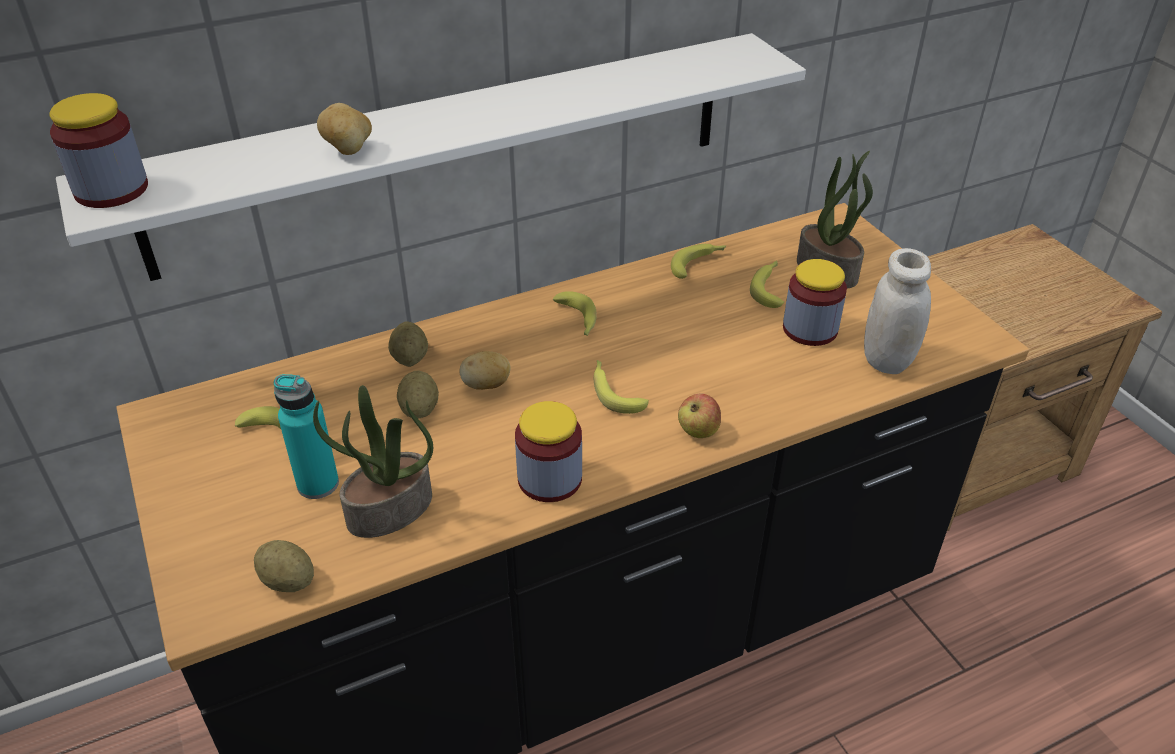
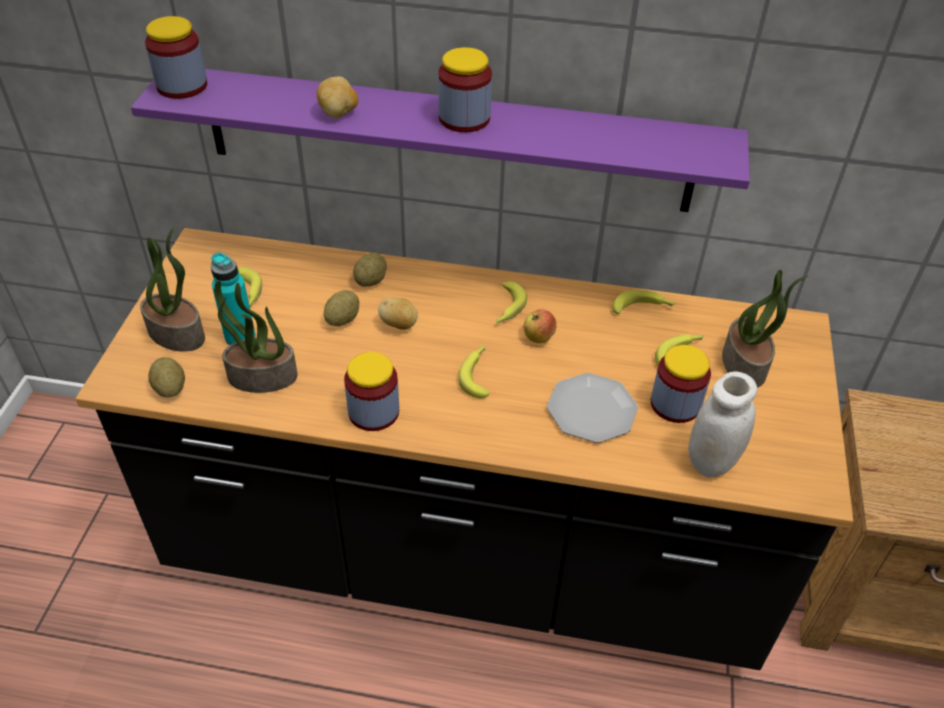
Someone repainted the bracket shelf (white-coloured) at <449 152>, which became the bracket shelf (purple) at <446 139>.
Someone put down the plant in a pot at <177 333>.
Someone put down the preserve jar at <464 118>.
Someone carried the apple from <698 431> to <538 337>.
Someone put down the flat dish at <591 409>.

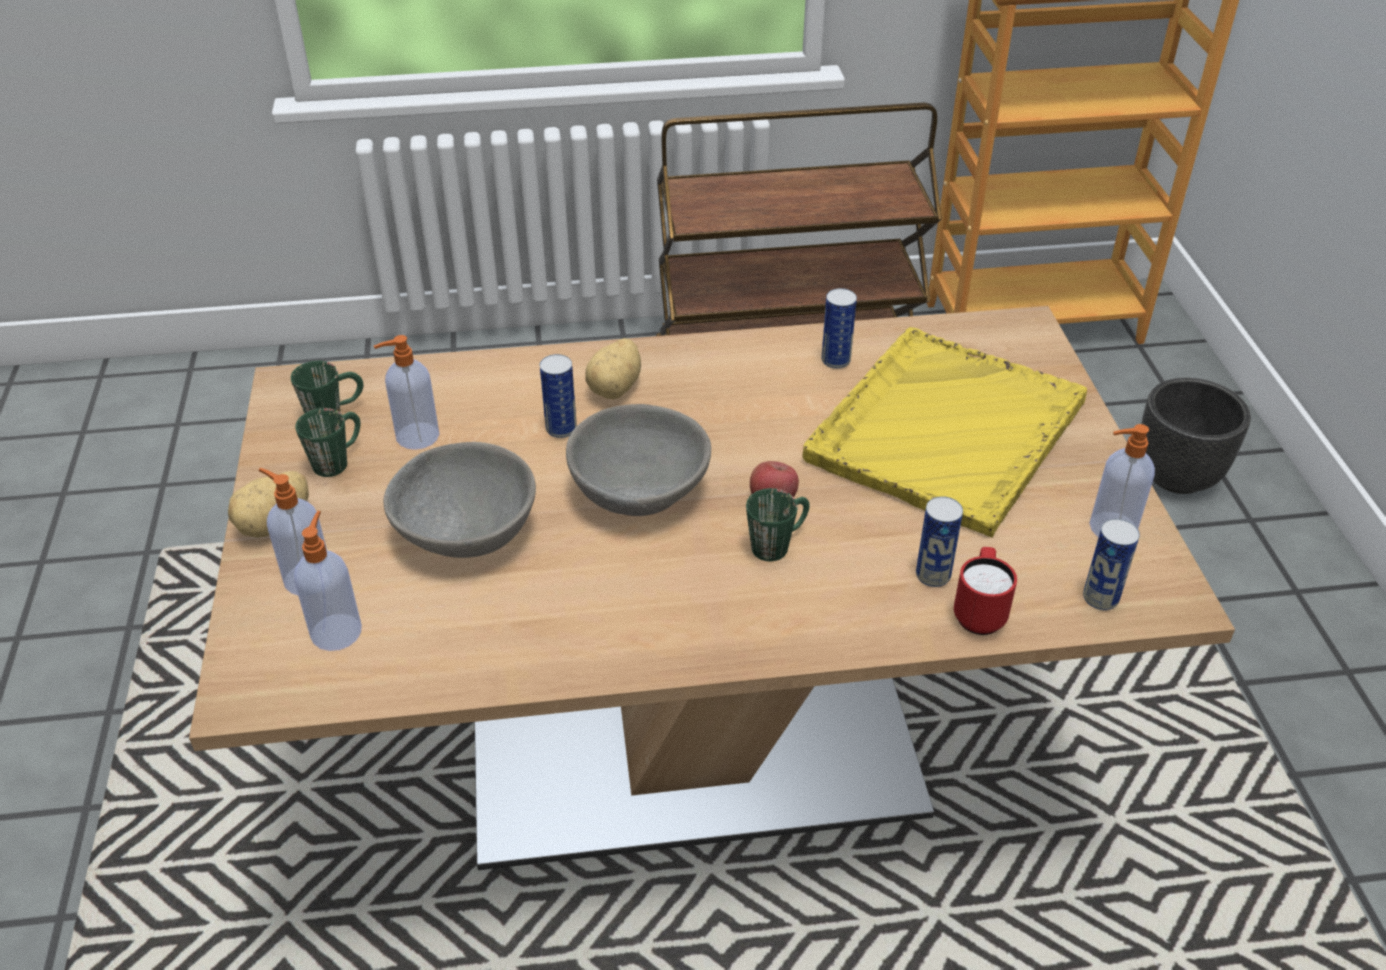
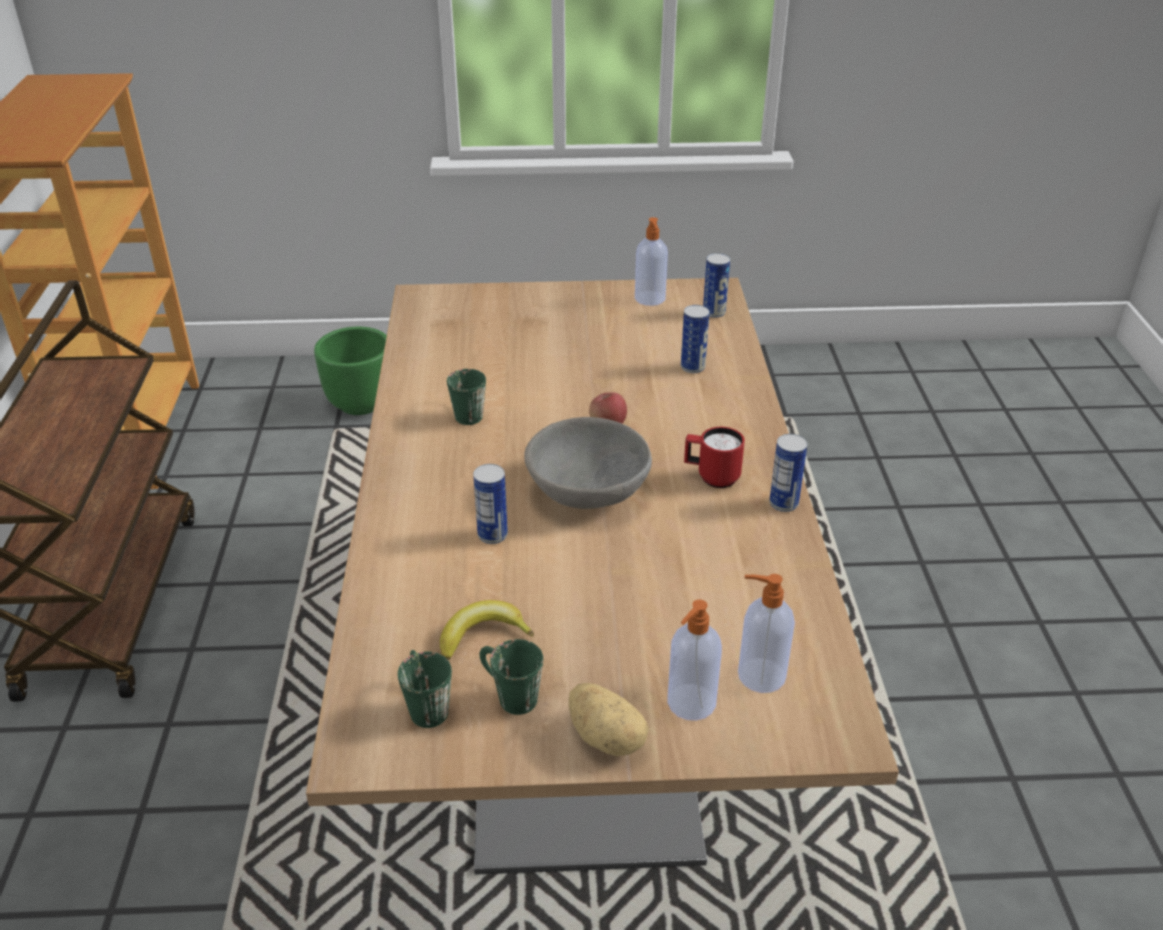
Someone repainted the planter (black) at <1176 475>, which became the planter (greenish) at <359 404>.
Someone swapped the soap dispenser at <416 436> for the banana at <482 635>.
Someone carried the mug (greenish) from <778 543> to <464 413>.
Someone carried the mug (red-coloured) from <979 612> to <711 477>.
Someone carried the sealed can from <835 360> to <783 503>.
Someone took away the serving bowl (gray) at <464 532>.
Someone took away the potato at <616 388>.
Someone took away the serving tray (yellow) at <944 432>.

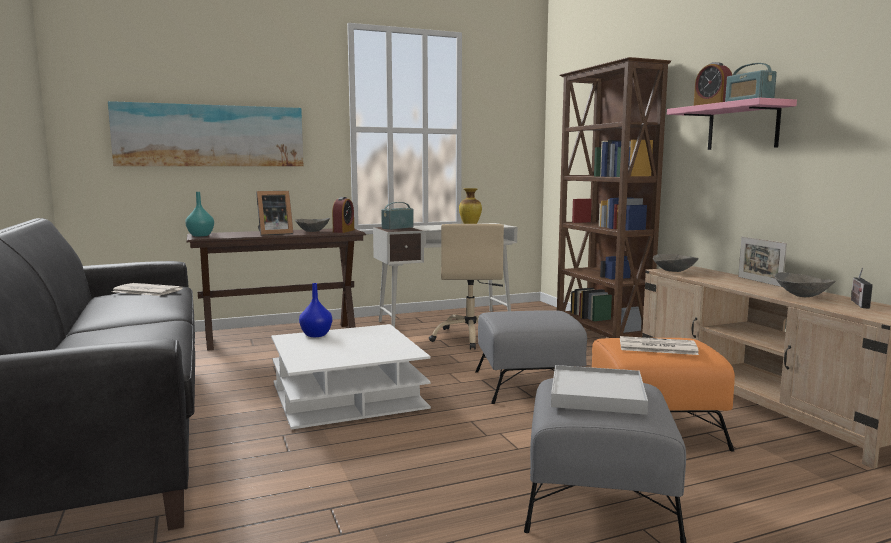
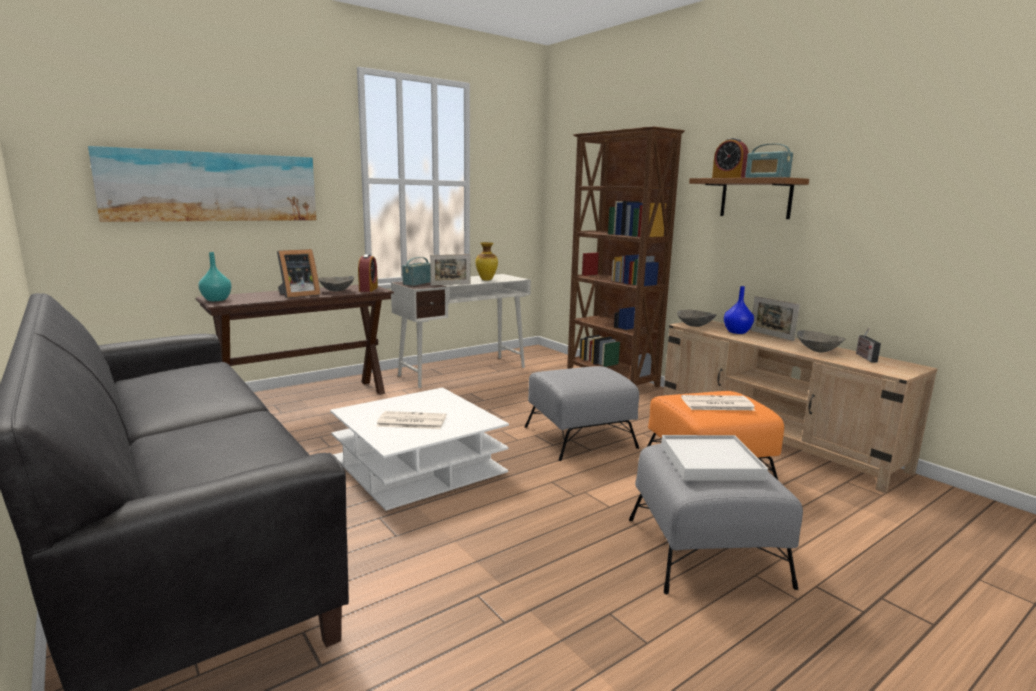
Someone carried the printed paper from <146 290> to <411 421>.
Someone put down the photo frame at <450 284>.
Someone repainted the bracket shelf (pink) at <742 127>, which became the bracket shelf (brown-coloured) at <755 198>.
Someone carried the flower vase (blue) from <317 335> to <737 332>.
Someone took away the computer chair (beige-coloured) at <470 337>.

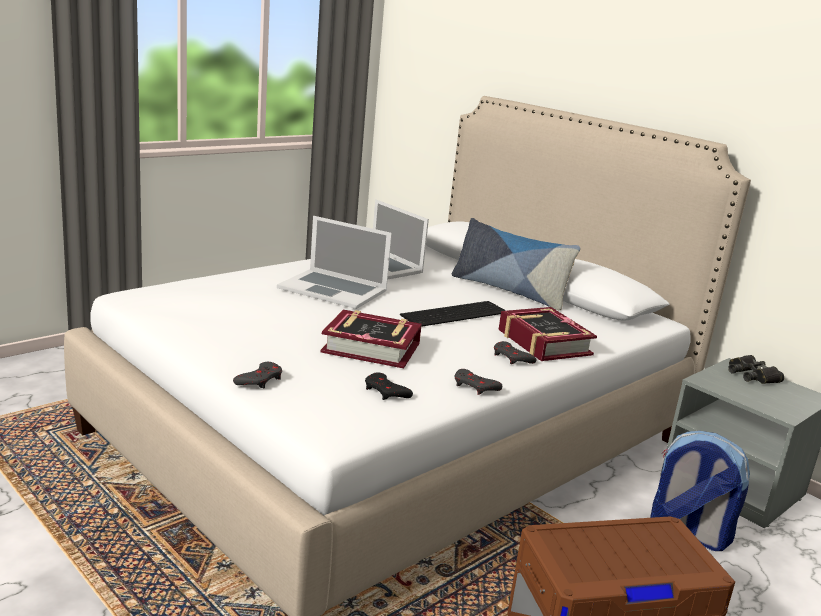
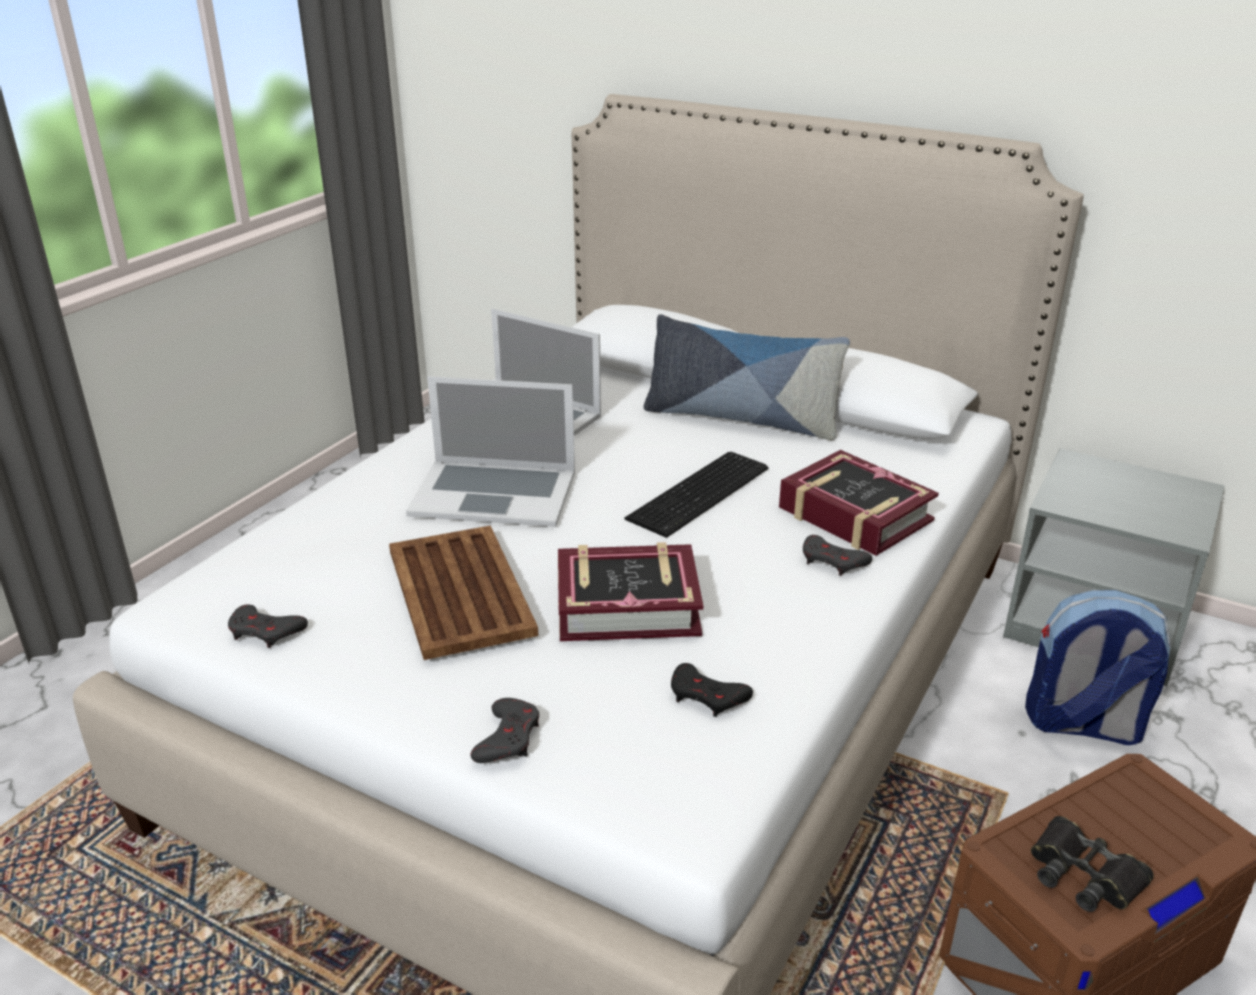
Someone carried the game controller (gray) from <475 386> to <265 631>.
Someone put down the serving tray (brown-coloured) at <460 593>.
Someone carried the pair of binoculars (black) from <751 375> to <1084 874>.

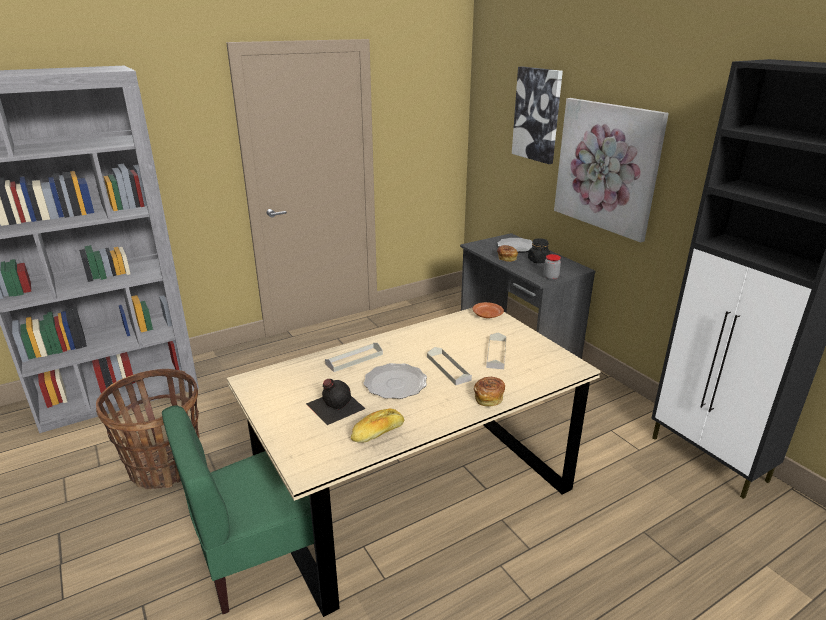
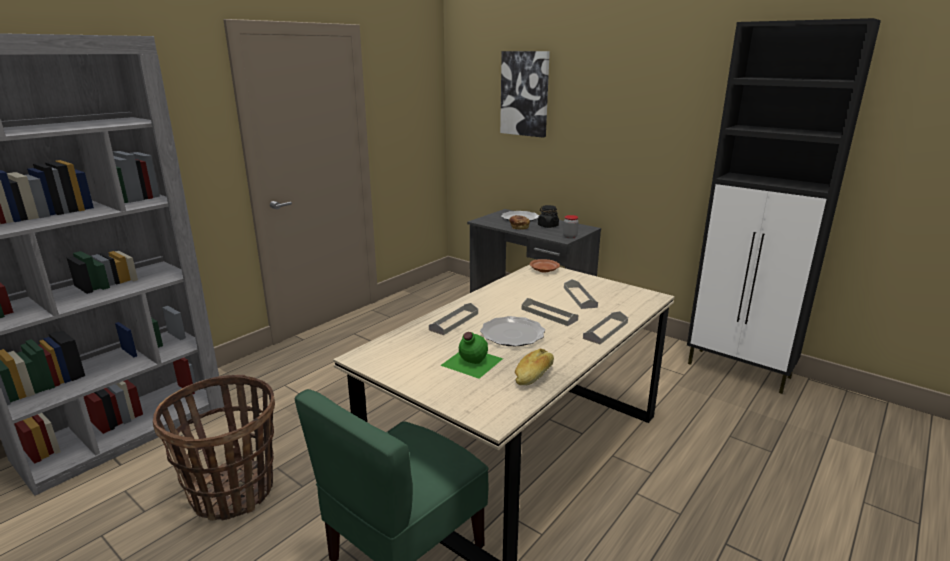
Someone repainted the beverage bottle (black) at <334 406>, which became the beverage bottle (greenish) at <471 362>.
Someone swapped the bread at <489 398> for the serving tray (gray) at <605 330>.
Someone took away the picture at <606 167>.

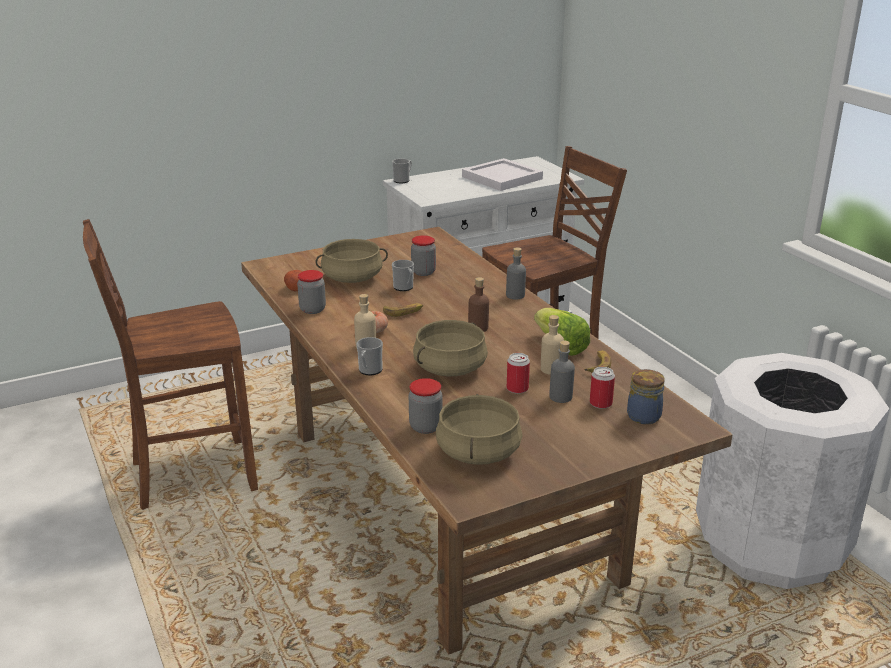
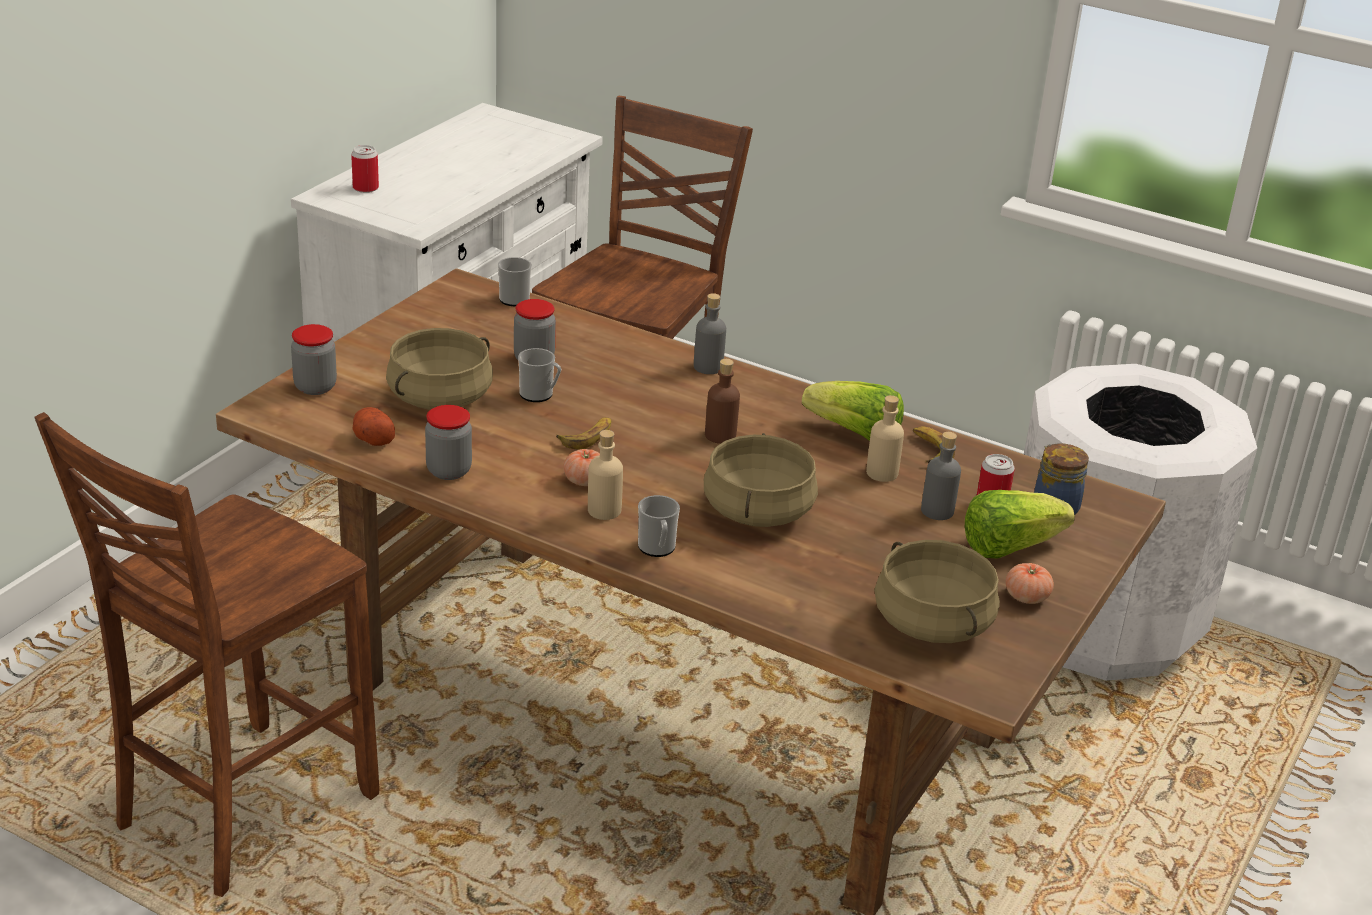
Someone carried the preserve jar from <425 427> to <315 387>.
Someone carried the sealed can from <517 389> to <365 188>.
Someone carried the mug from <403 180> to <516 298>.
Someone put down the lettuce head at <1009 546>.
Someone put down the fresh tomato at <1026 597>.
Someone took away the serving tray (white-coloured) at <500 178>.

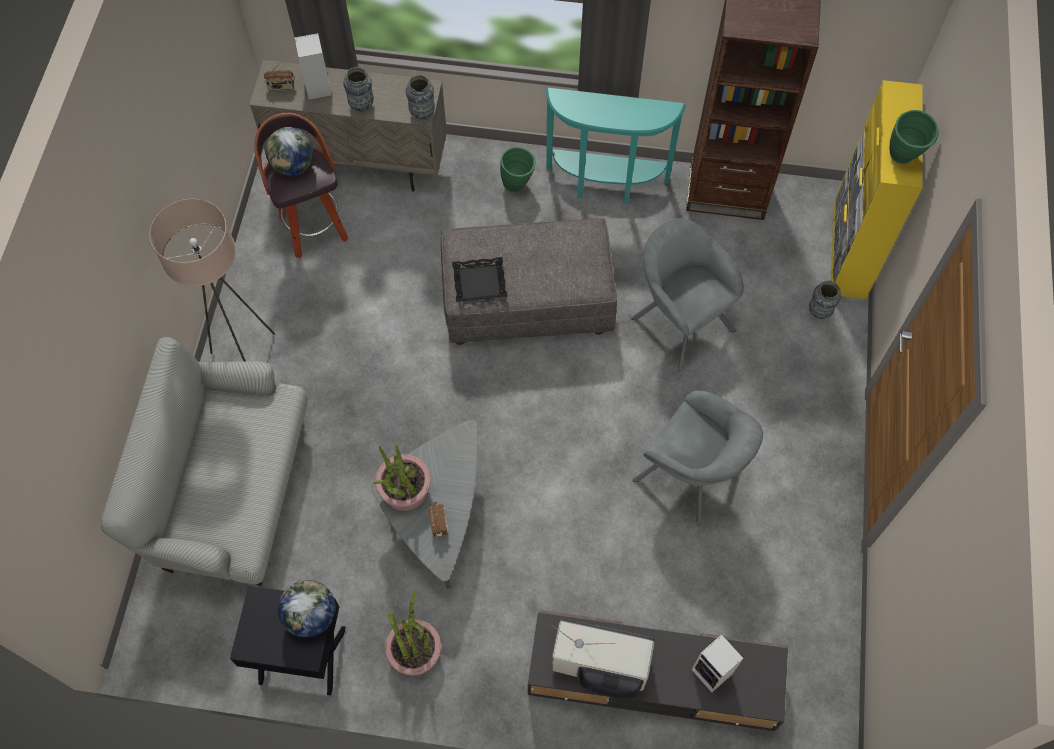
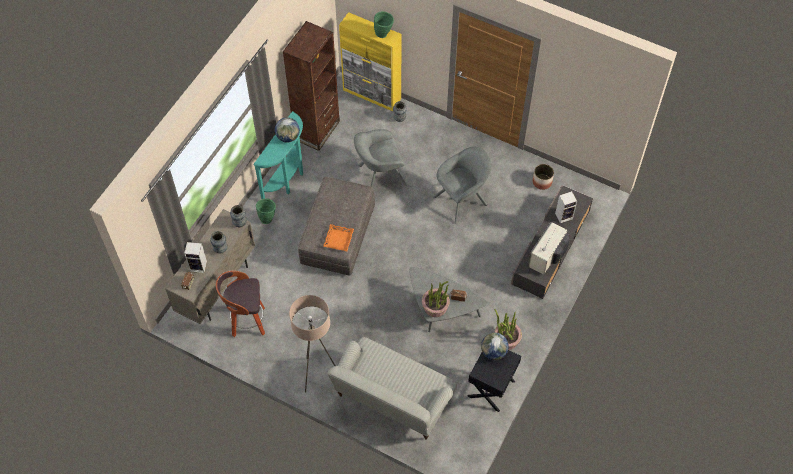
Someone carried the world globe from <293 165> to <288 137>.
Someone repainted the serving tray (black) at <479 282>, which became the serving tray (orange) at <338 239>.
Someone put down the planter at <542 182>.

